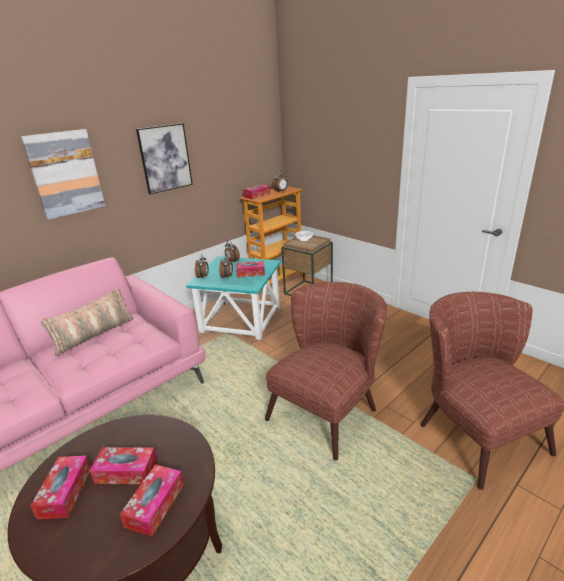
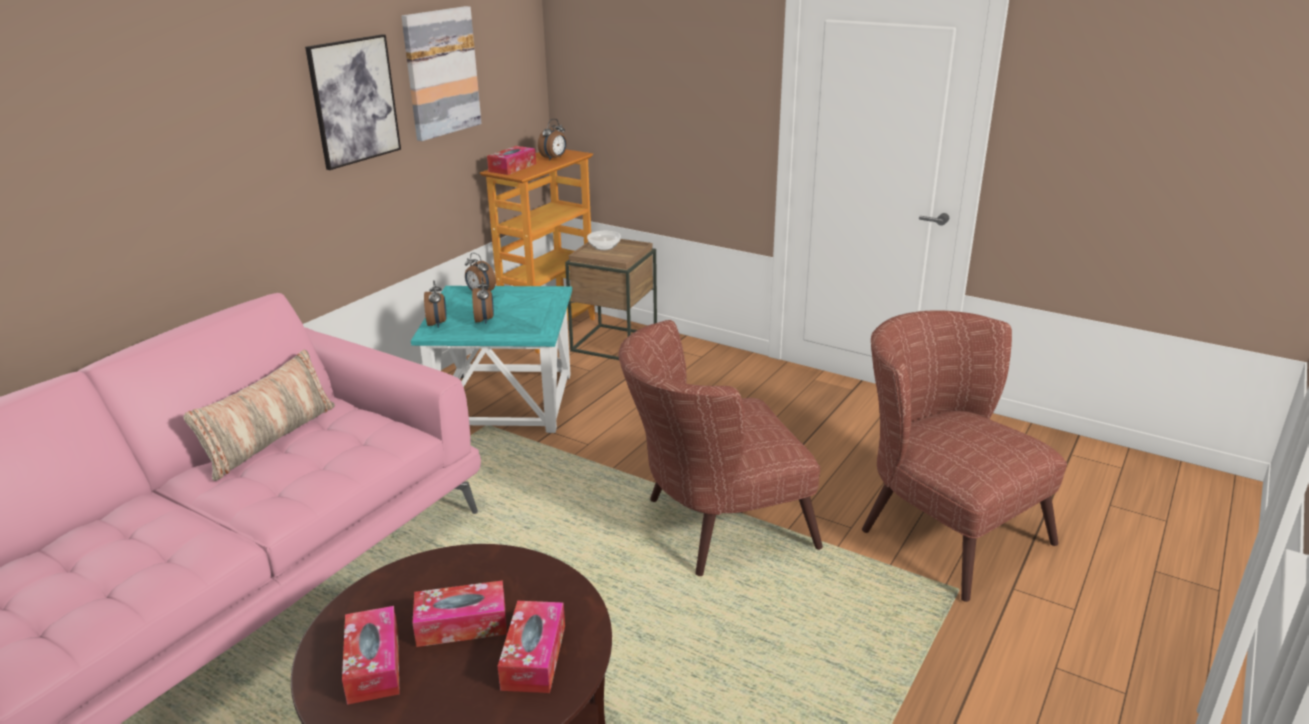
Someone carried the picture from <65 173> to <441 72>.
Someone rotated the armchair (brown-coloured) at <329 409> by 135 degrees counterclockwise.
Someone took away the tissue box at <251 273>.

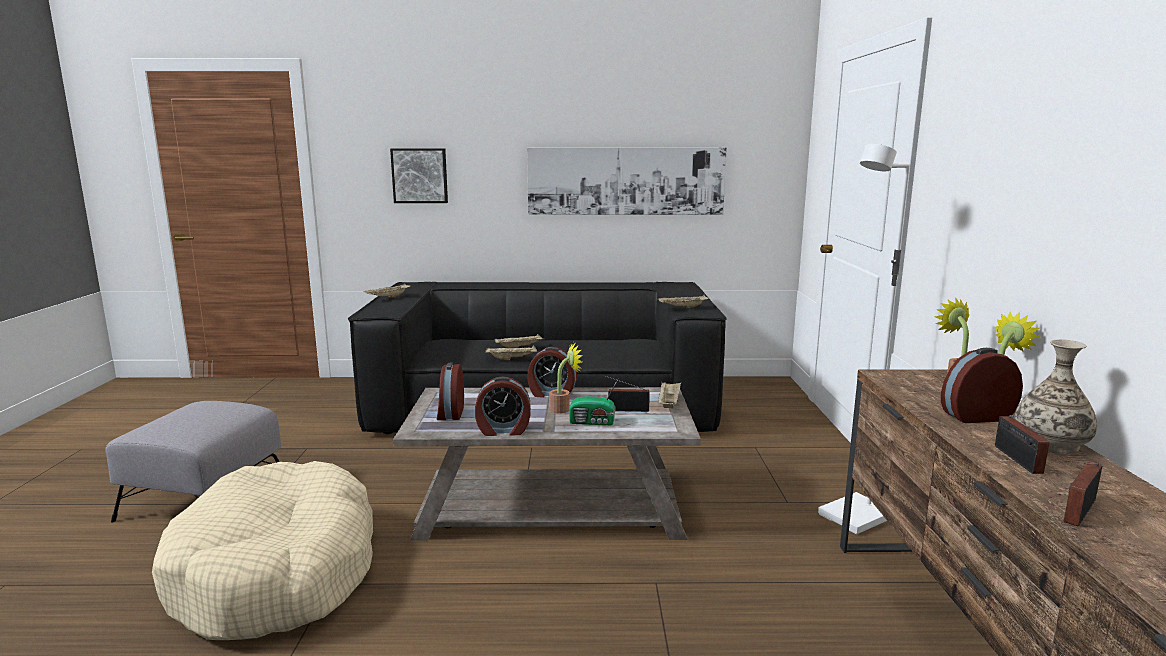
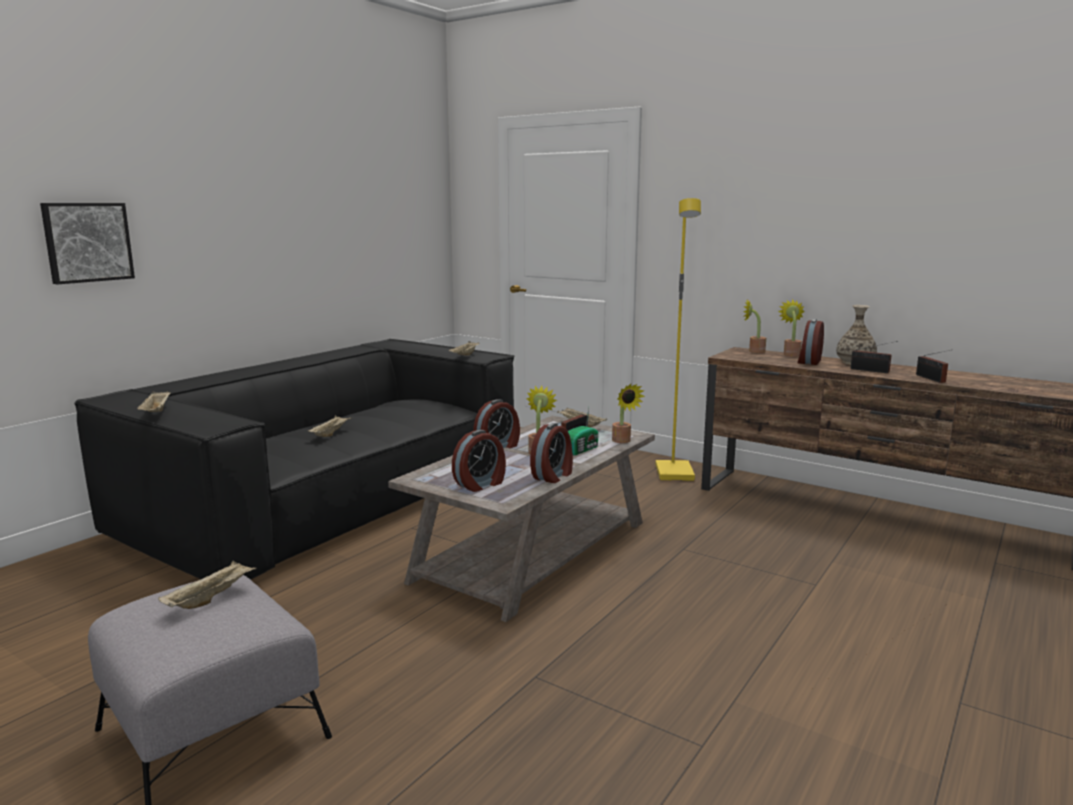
Someone carried the serving tray (beige-coloured) from <512 359> to <210 598>.
Someone rotated the alarm clock at <450 413> by 75 degrees counterclockwise.
Someone put down the plant in a pot at <623 441>.
Someone repainted the standard lamp (white-coloured) at <856 517>, which became the standard lamp (yellow) at <675 473>.
Someone took away the pet bed (beige-coloured) at <277 572>.
Someone took away the picture at <626 181>.

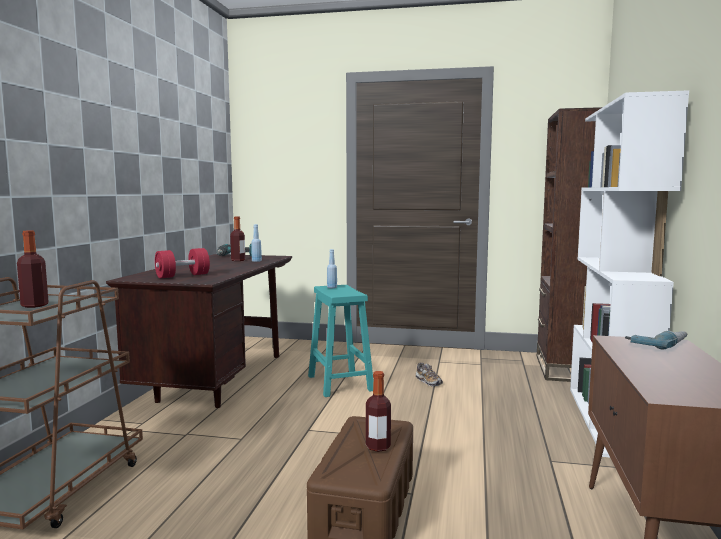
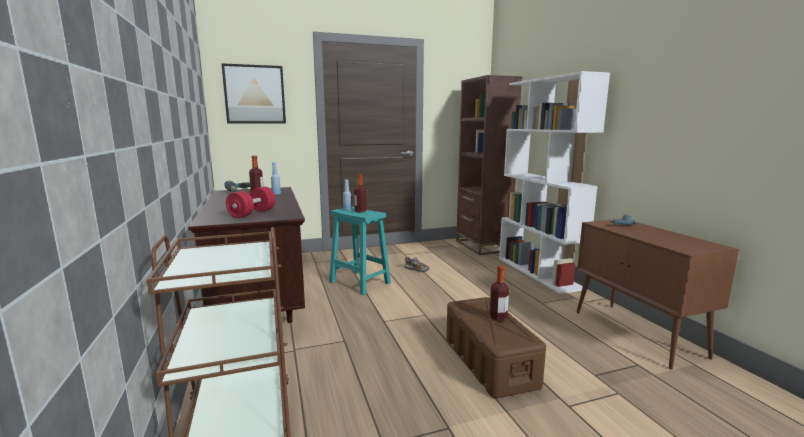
Someone put up the picture at <254 94>.
Someone carried the beverage bottle from <34 305> to <360 211>.

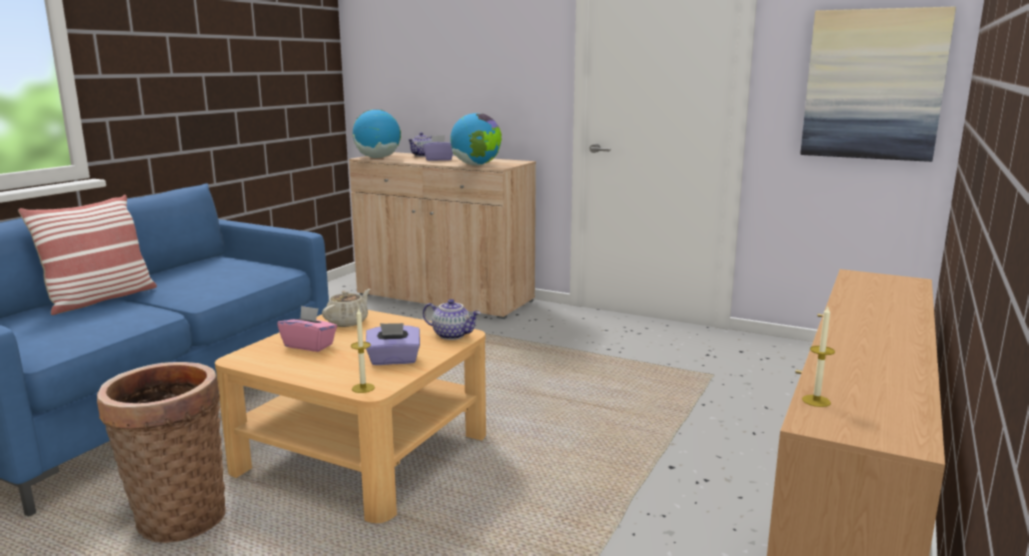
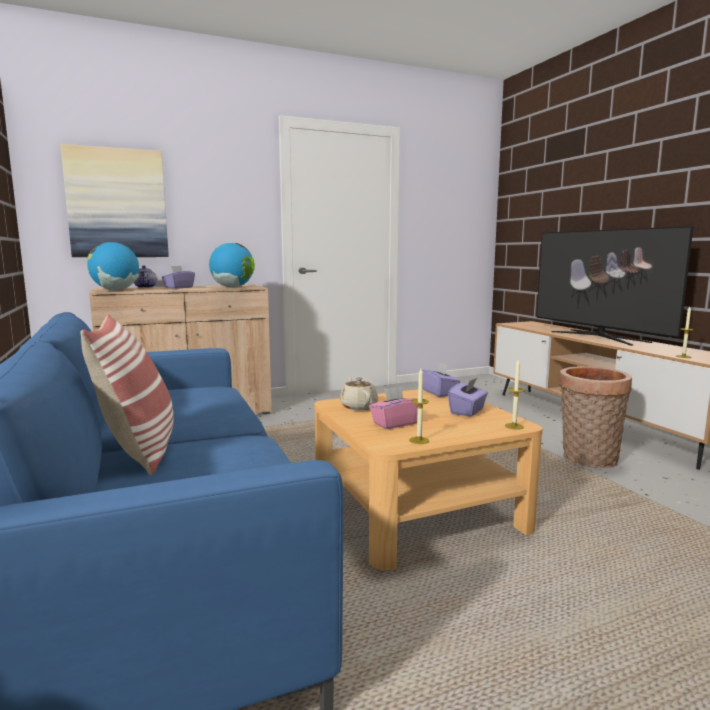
Someone carried the picture from <873 85> to <117 203>.
Someone put down the candle at <419 440>.
Someone swapped the pot for tea at <452 335> for the tissue box (purple) at <439 392>.
Someone put down the television at <598 337>.
Someone carried the household basket from <176 518> to <587 460>.

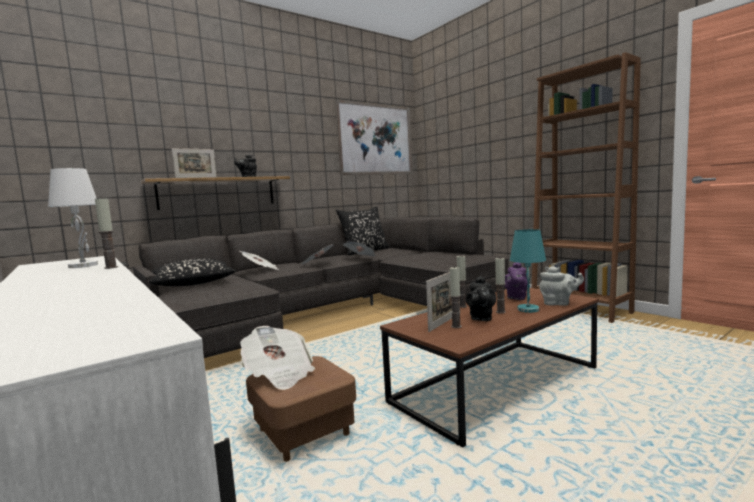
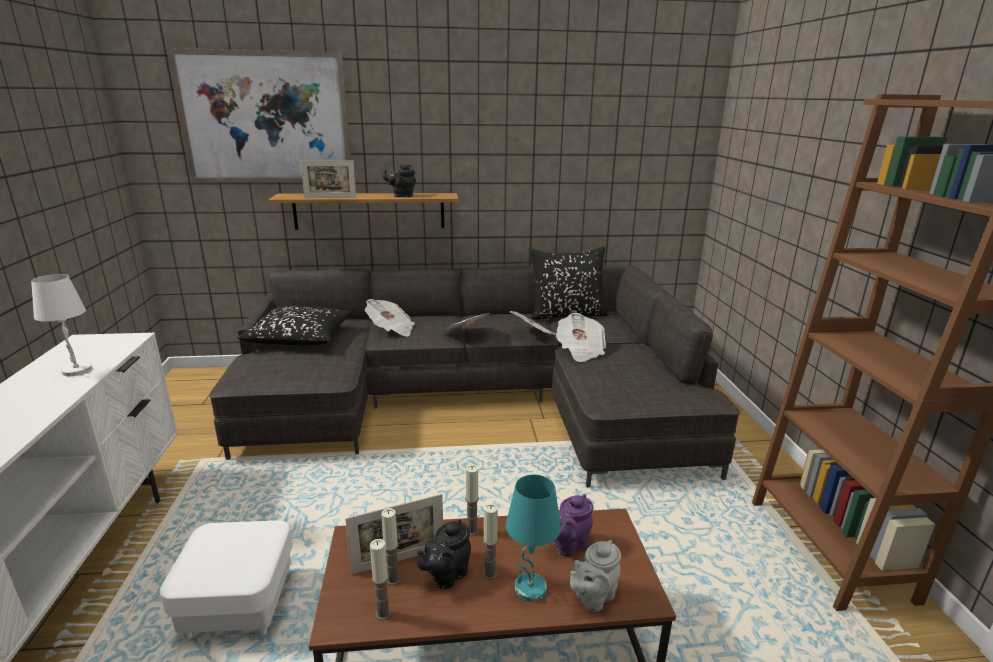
Someone repainted the footrest (brown-coloured) at <304 432>, which became the footrest (white-coloured) at <239 605>.
Someone carried the picture from <376 139> to <265 118>.
Someone carried the candle from <111 267> to <383 613>.
Someone carried the printed paper from <279 374> to <580 350>.
Someone rotated the pot for tea (gray) at <559 304> by 90 degrees clockwise.

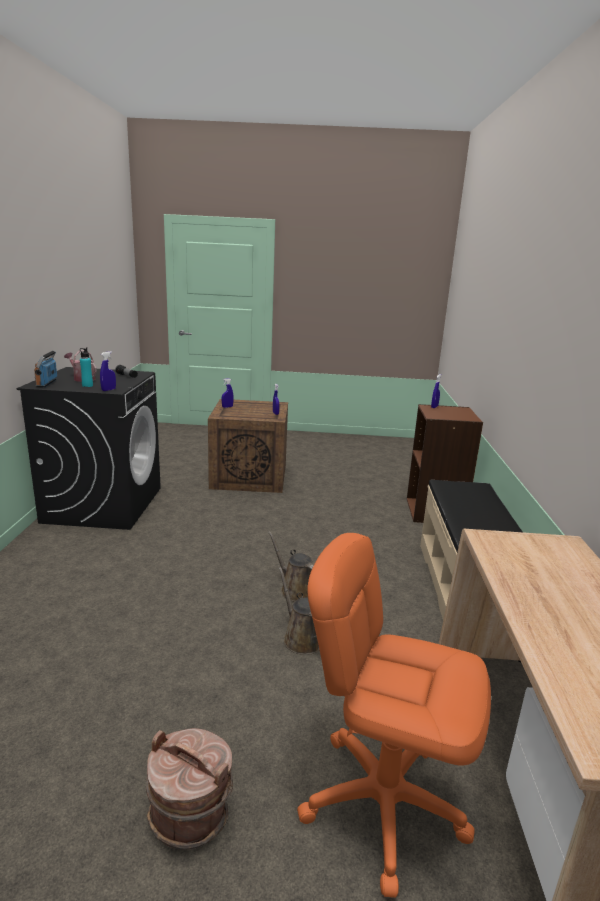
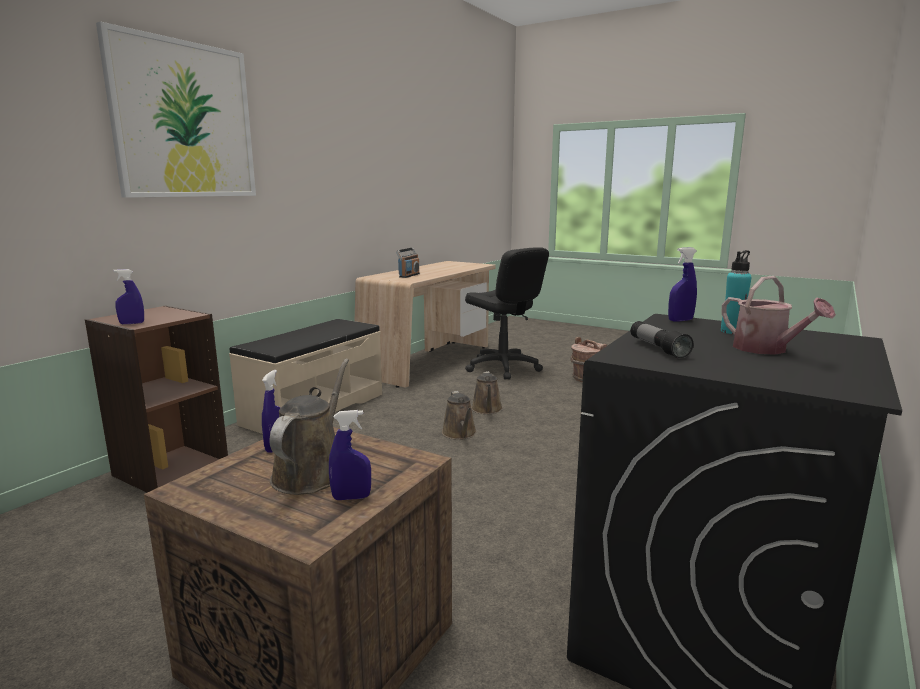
Someone put up the picture at <184 120>.
Someone put down the watering pot (brown-coloured) at <312 472>.
Someone carried the radio from <47 383> to <409 275>.
Someone repainted the computer chair (orange) at <383 802>, which became the computer chair (black) at <502 368>.

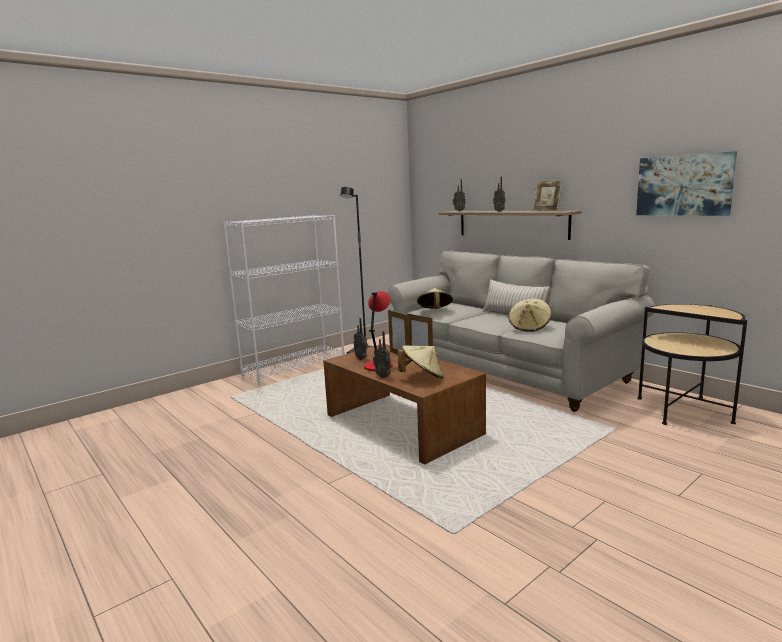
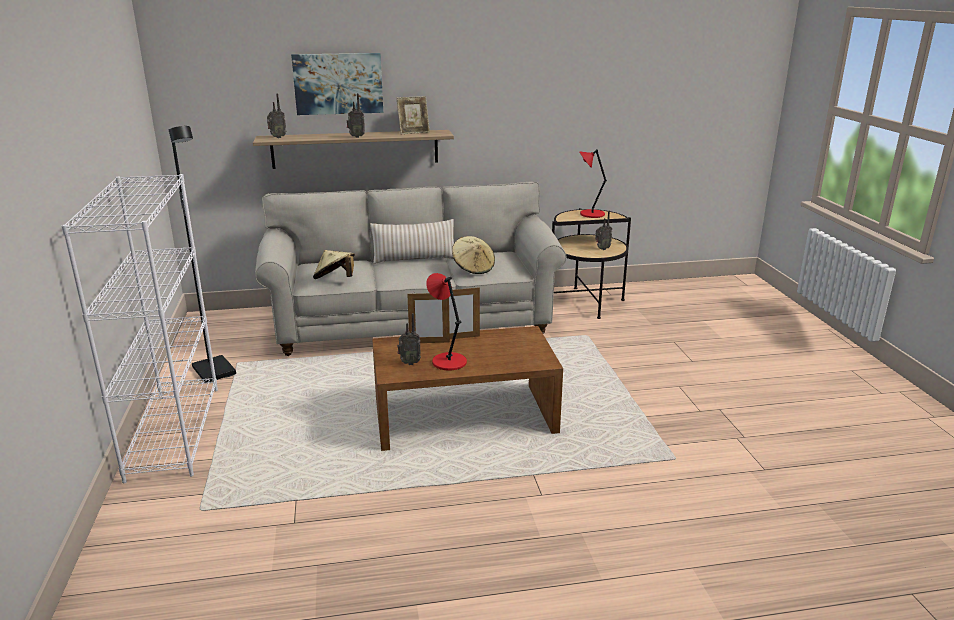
Someone carried the picture from <684 185> to <338 83>.
Someone put down the lamp for a table (red-coloured) at <590 214>.
Someone carried the radio from <383 376> to <602 249>.
Someone took away the hat (beige-coloured) at <422 377>.

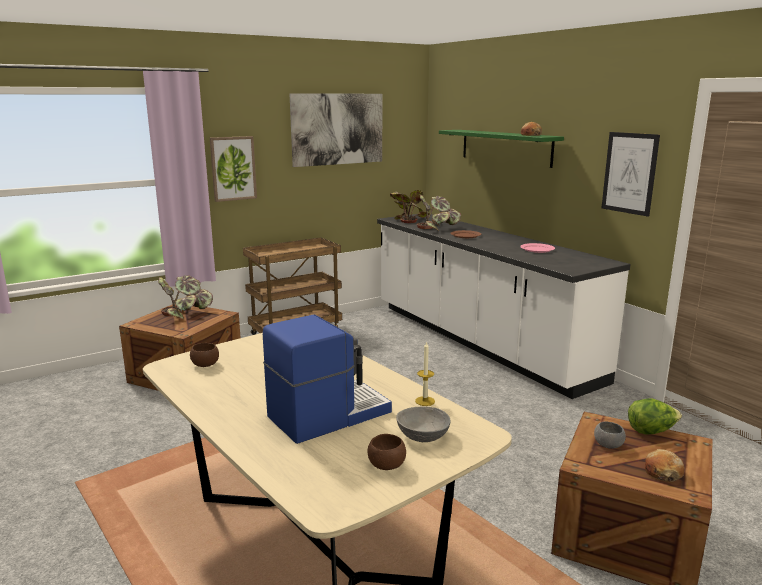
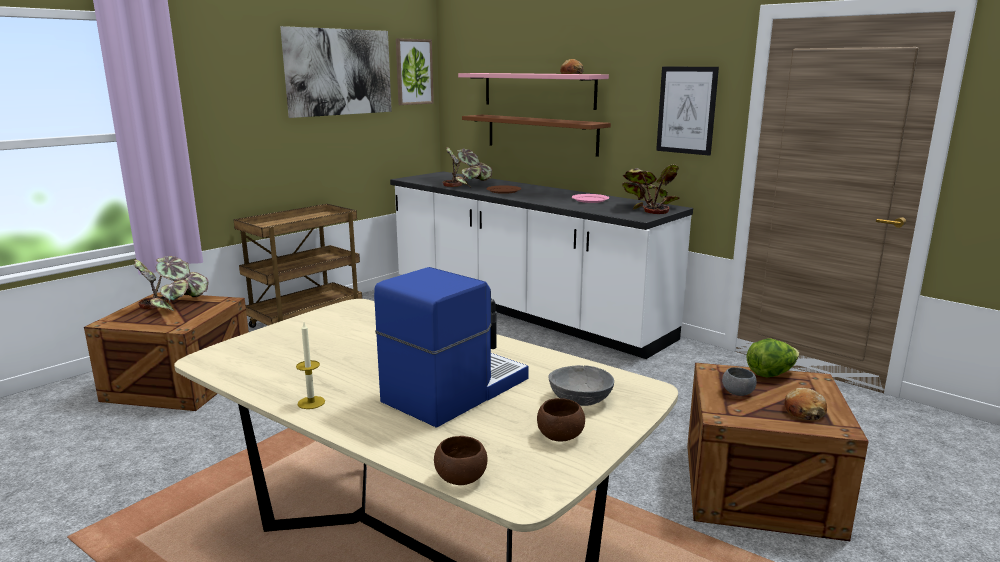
Someone carried the candle from <425 401> to <311 402>.
Someone carried the picture from <233 168> to <414 72>.
Someone carried the serving bowl (brown-coloured) from <205 365> to <461 479>.
Someone repainted the bracket shelf (greenish) at <505 147>, which became the bracket shelf (pink) at <538 90>.
Someone put up the bracket shelf (brown-coloured) at <541 134>.
Someone carried the plant in a pot from <407 219> to <647 208>.

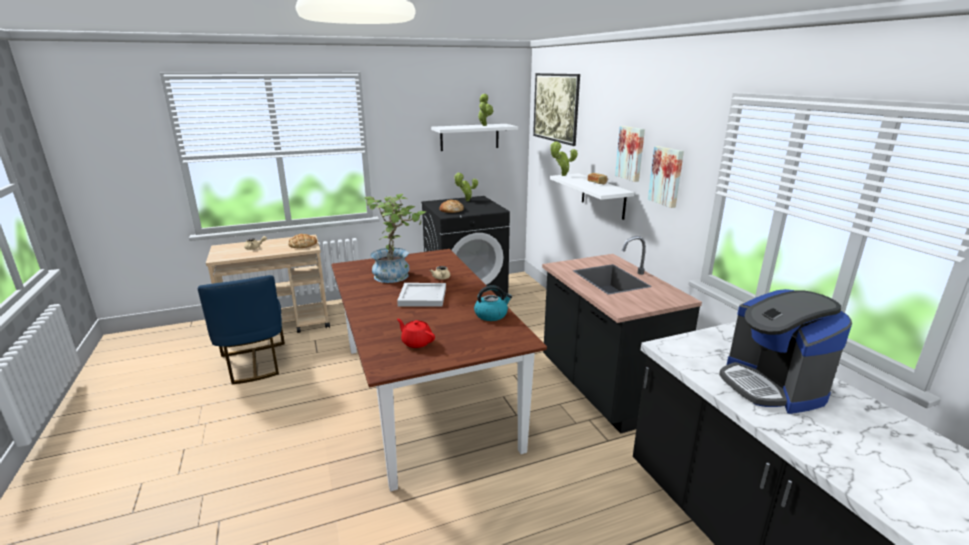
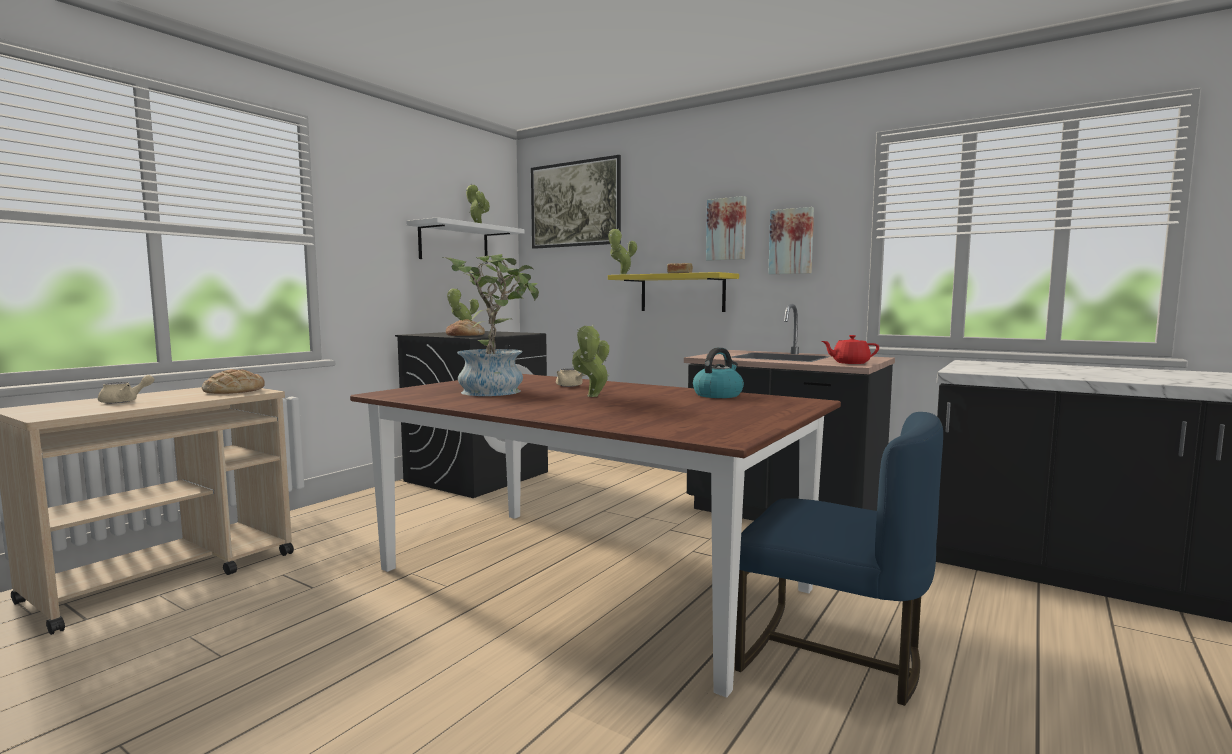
Someone swapped the serving tray (white-coloured) at <423 297> for the plant in a pot at <592 396>.
Someone repainted the bracket shelf (white-coloured) at <603 196>, which became the bracket shelf (yellow) at <682 293>.
Someone carried the upright chair (blue) from <254 363> to <831 655>.
Someone carried the pot for tea (red-coloured) from <416 342> to <850 363>.
Someone took away the coffee maker at <771 385>.

